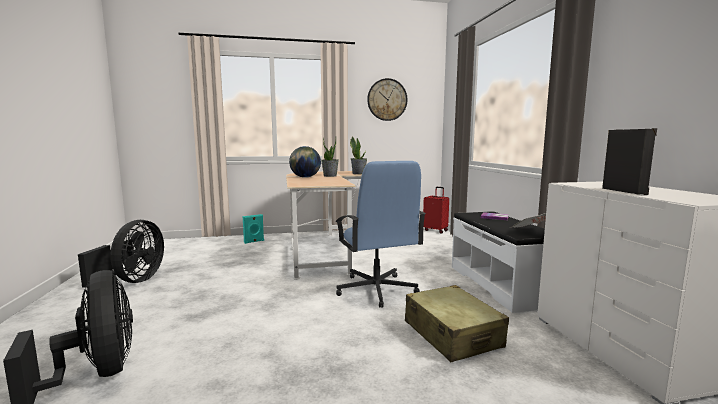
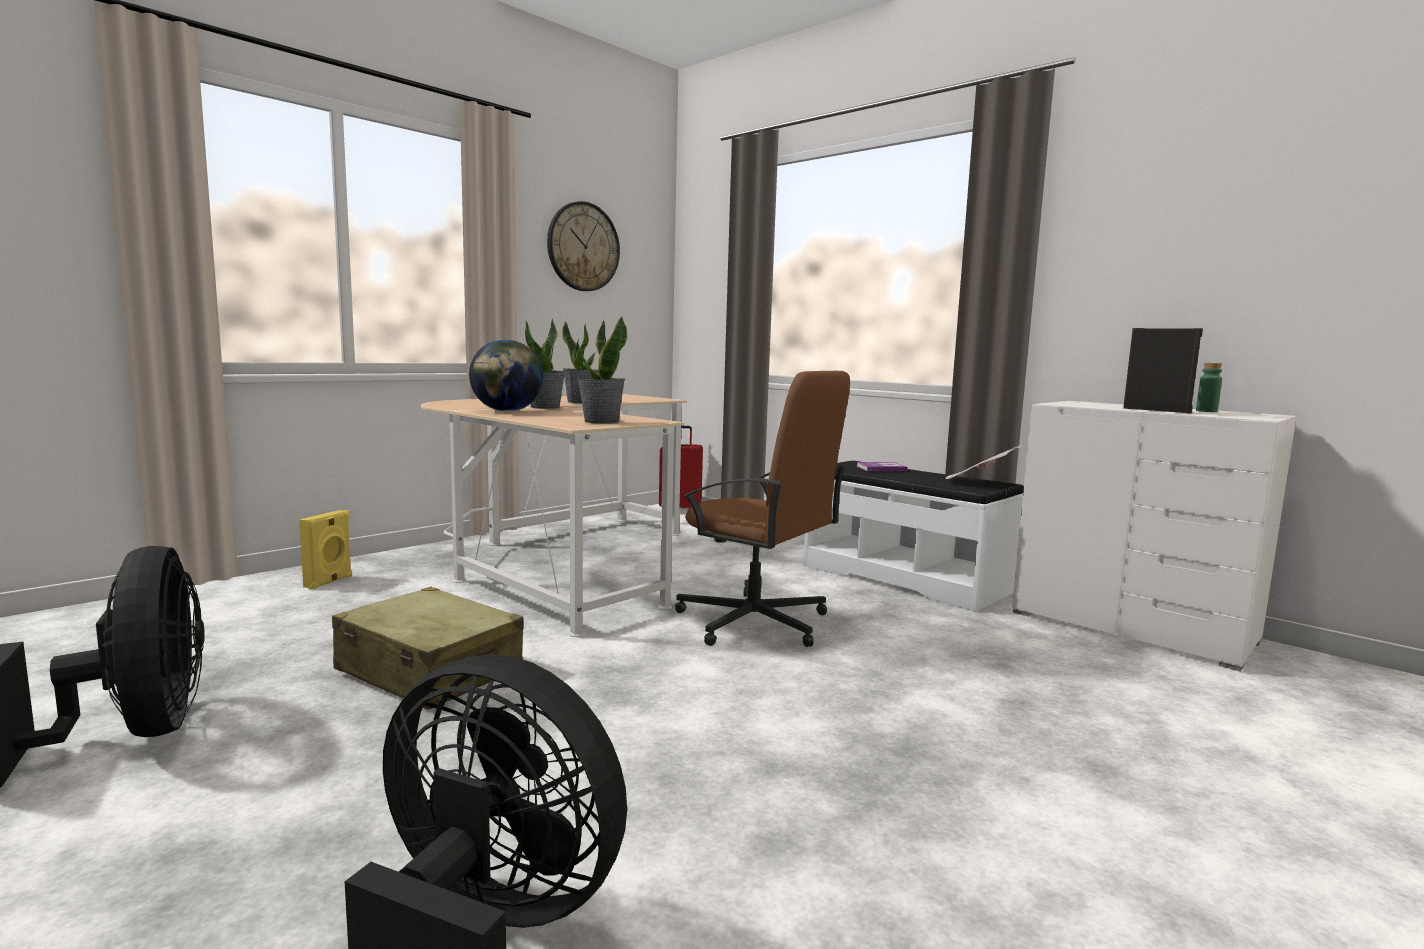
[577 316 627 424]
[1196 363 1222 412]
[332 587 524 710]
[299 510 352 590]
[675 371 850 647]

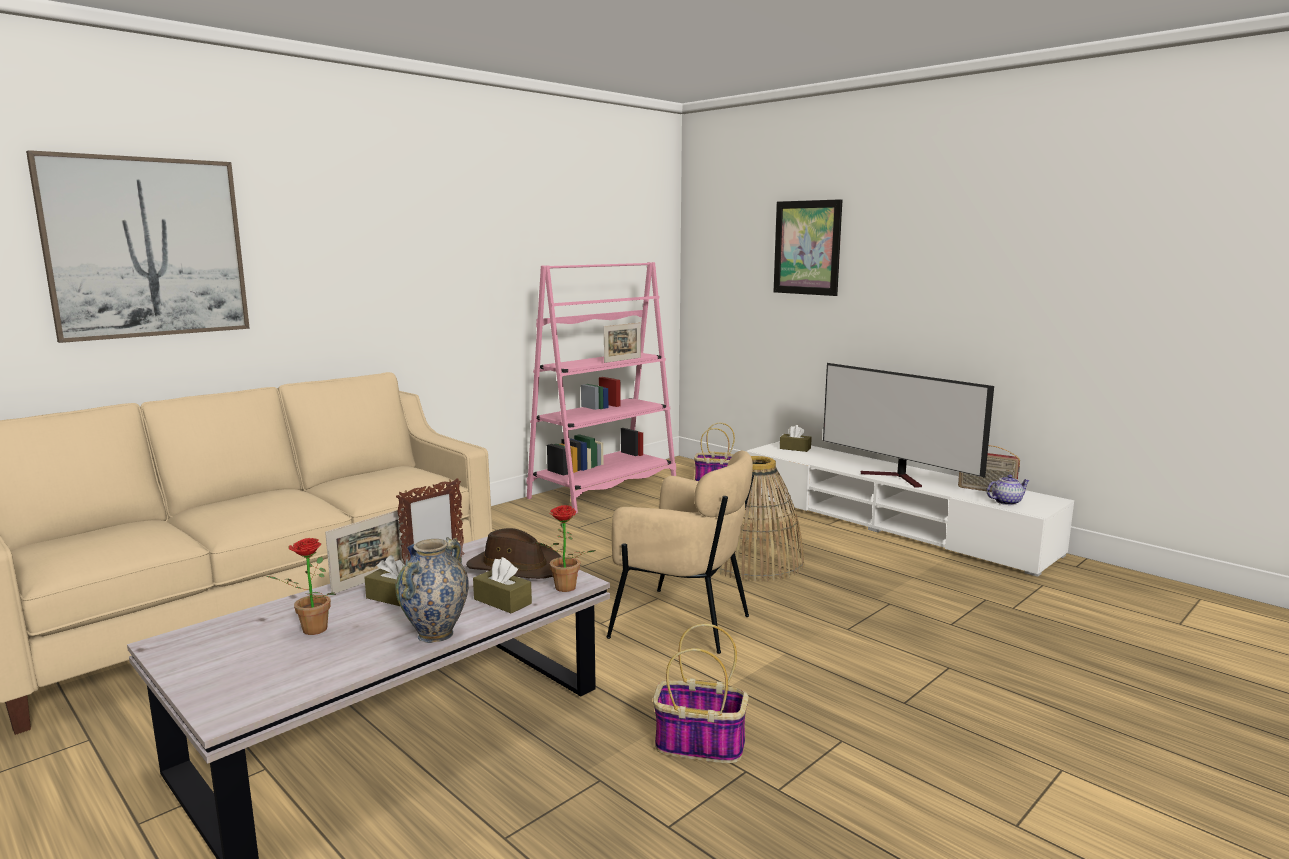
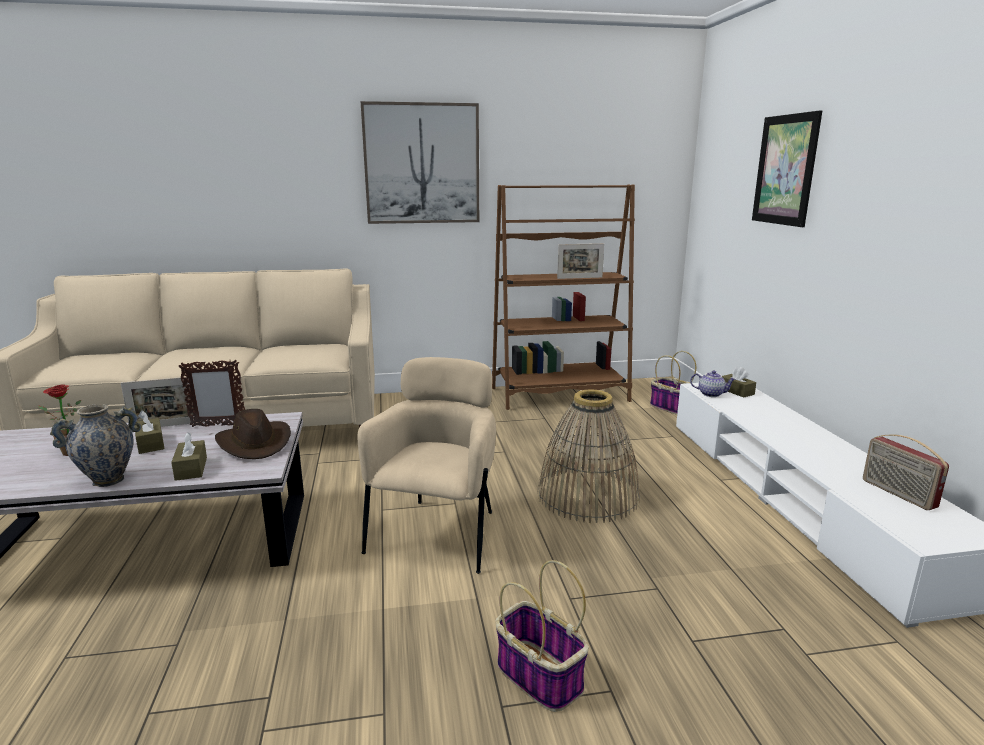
[536 505 596 592] (first image)
[823 363 994 488] (first image)
[361 101 479 224]
[495 560 589 712]
[690 370 736 397]
[492 185 635 410]
[358 357 496 574]

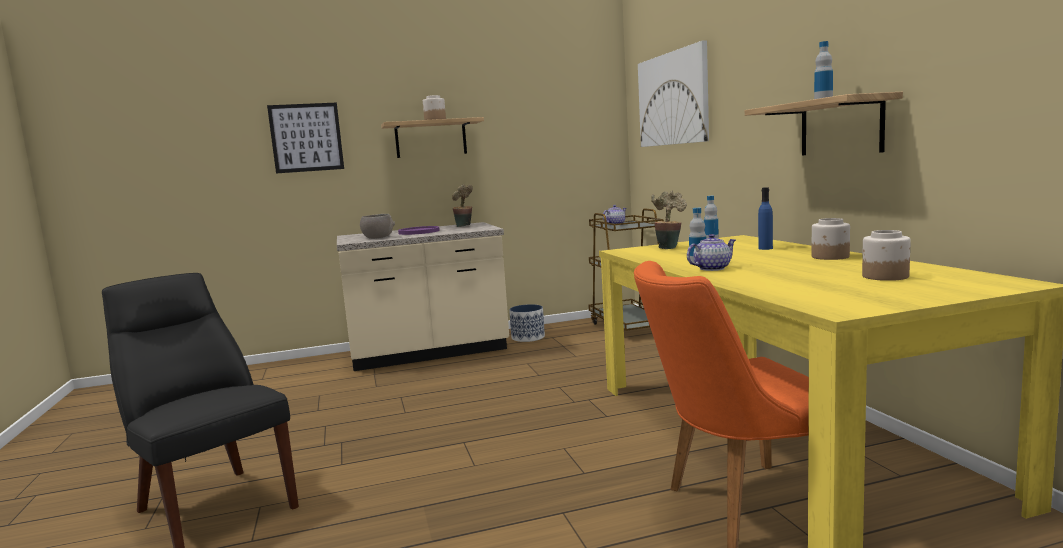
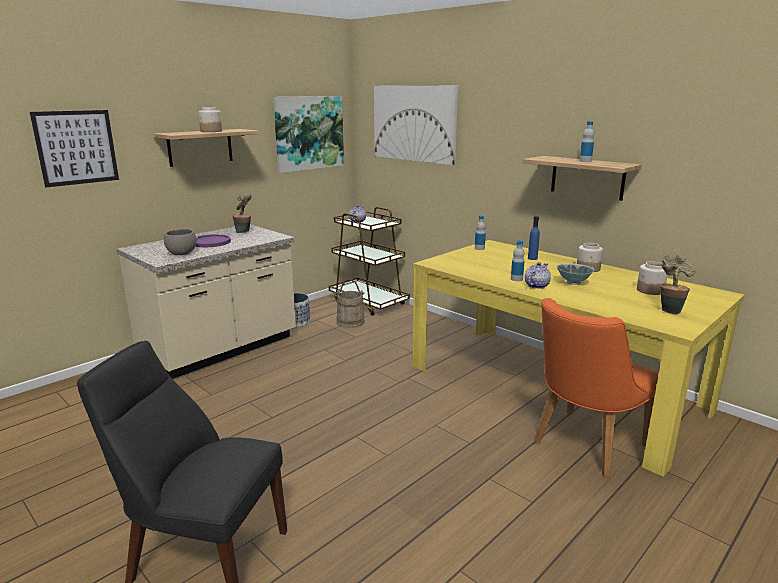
[273 96 344 173]
[335 279 365 328]
[556 264 594 285]
[660 255 695 314]

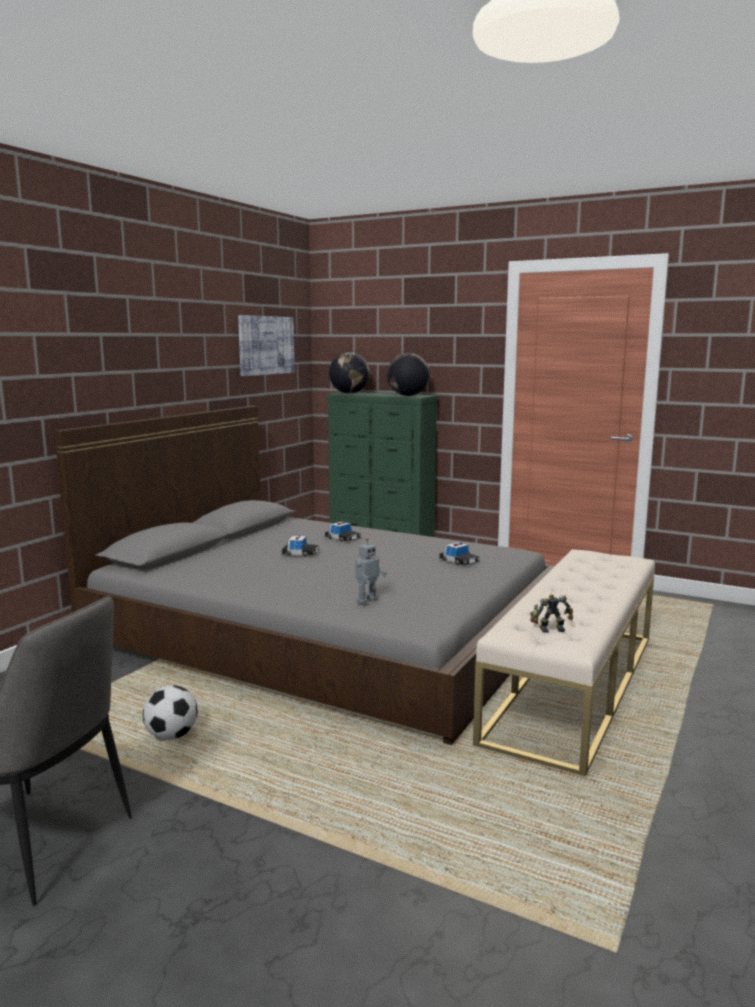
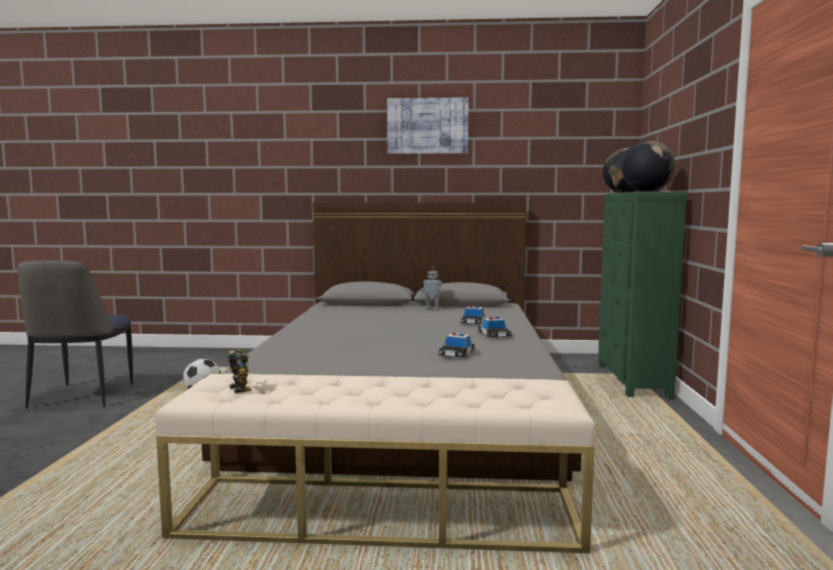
[387 97 469 154]
[477 317 512 338]
[421 266 442 310]

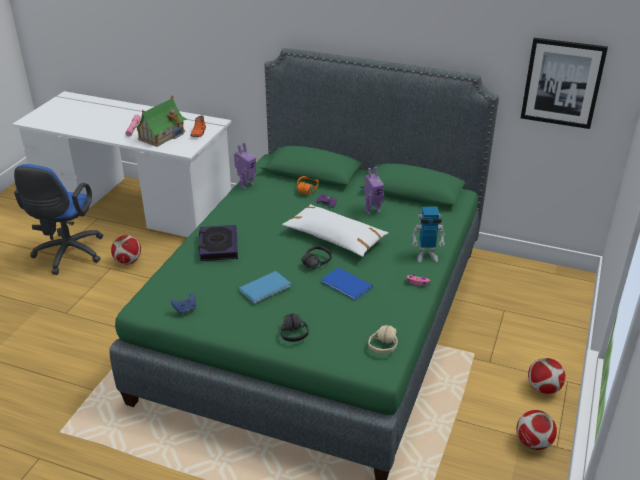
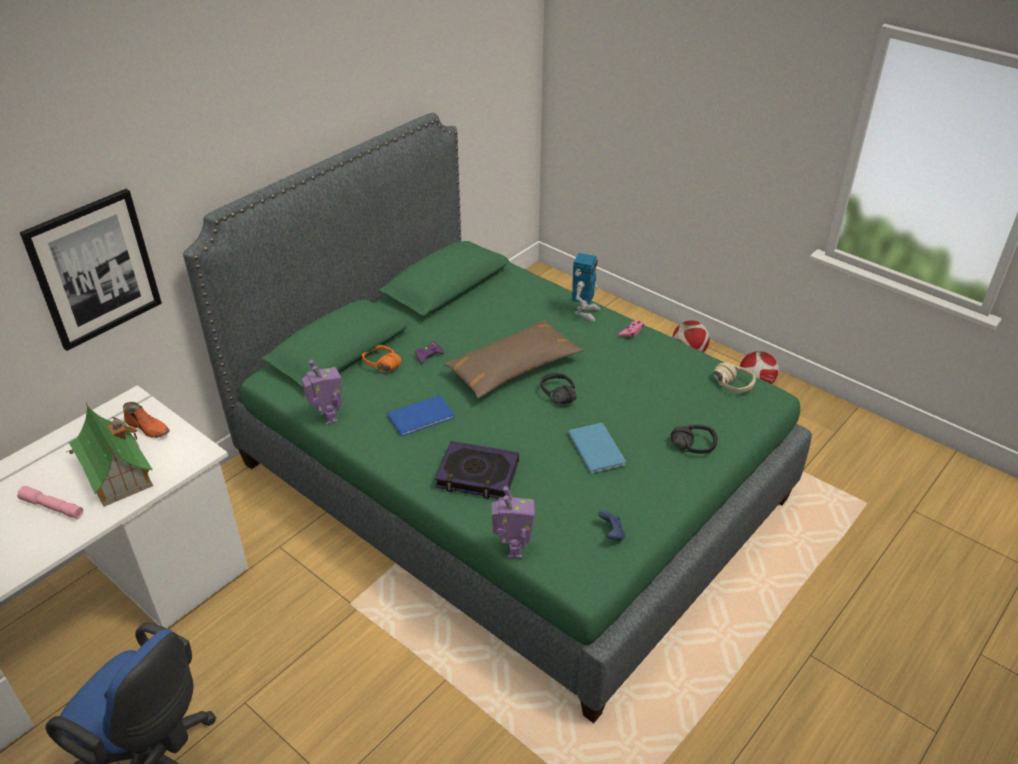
[111 235 141 264] (first image)
[387 395 455 436]
[492 486 535 558]
[20 189 162 351]
[444 319 584 399]

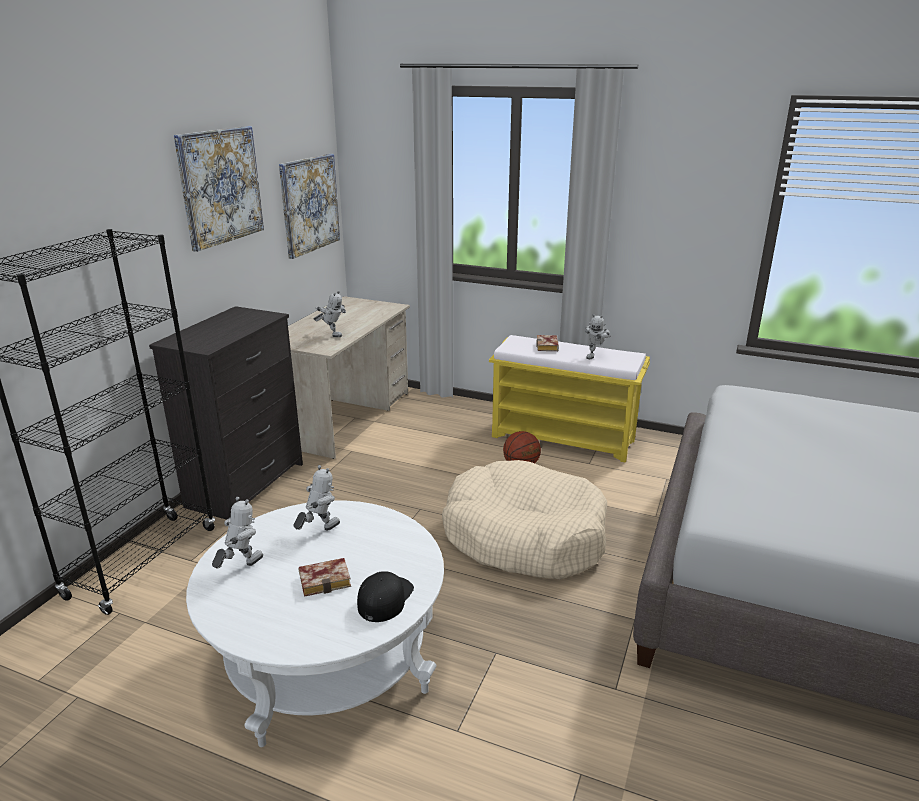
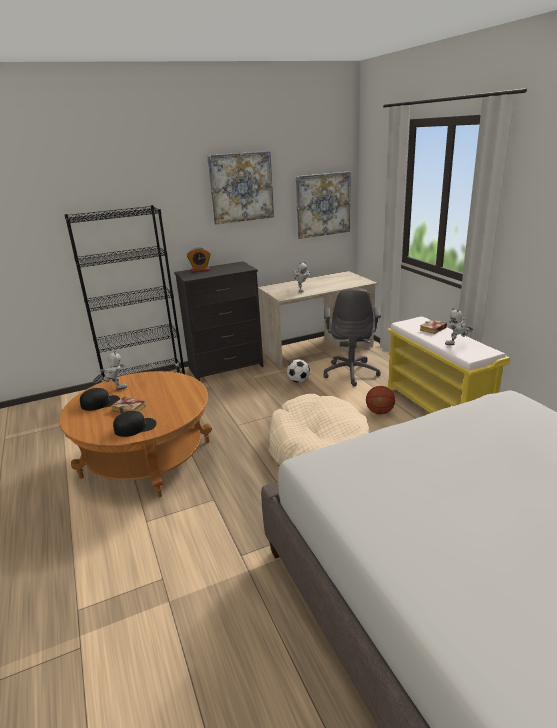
[294 465 340 530] (first image)
[80 388 120 411]
[187 247 211 272]
[287 359 310 383]
[324 289 381 386]
[59 371 212 497]

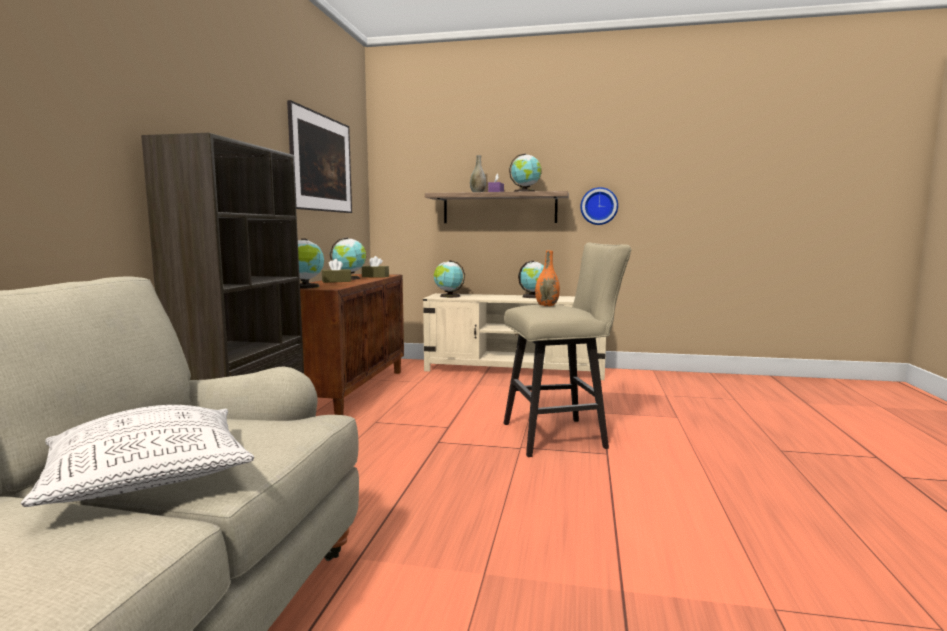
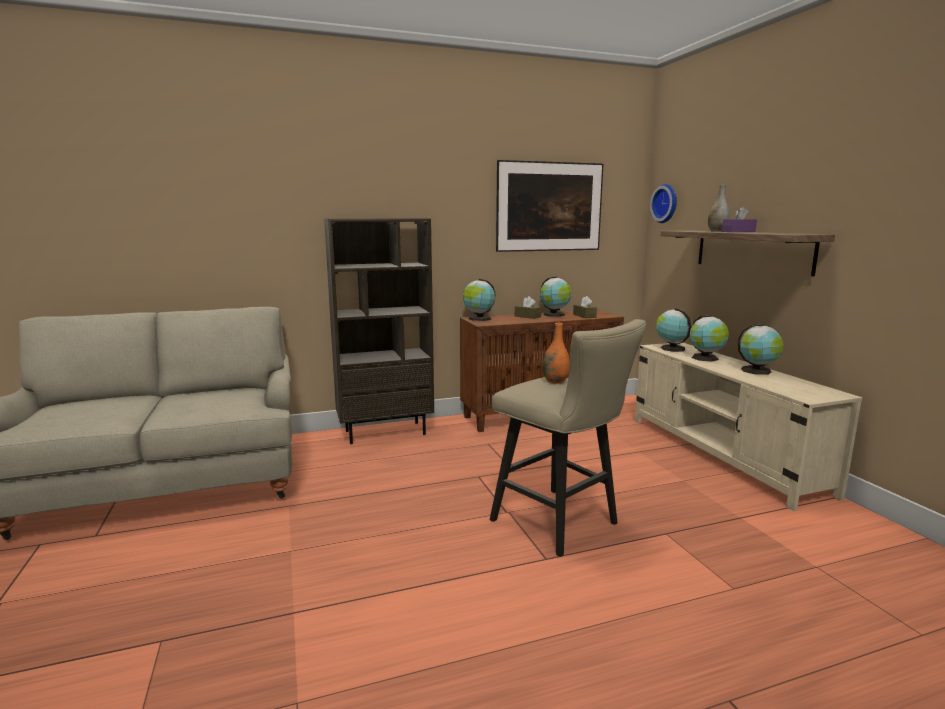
[21 405 254 507] (first image)
[690 315 729 362]
[650 184 677 223]

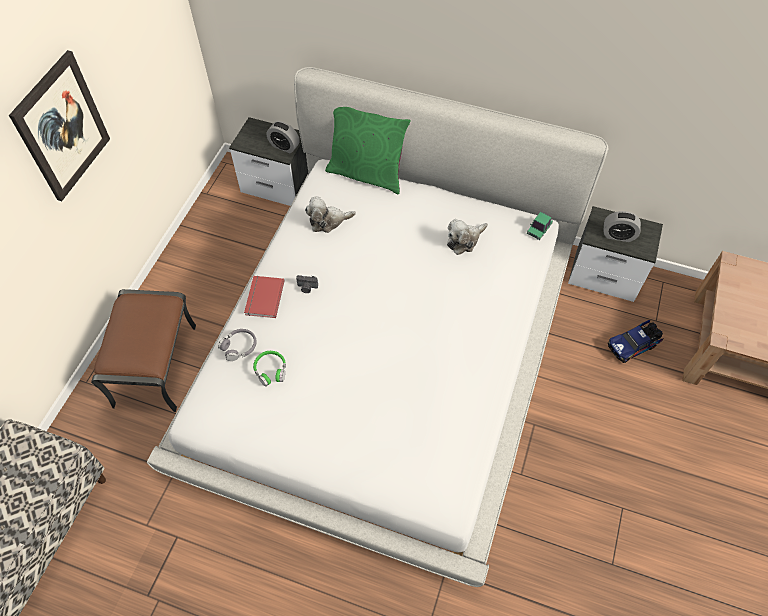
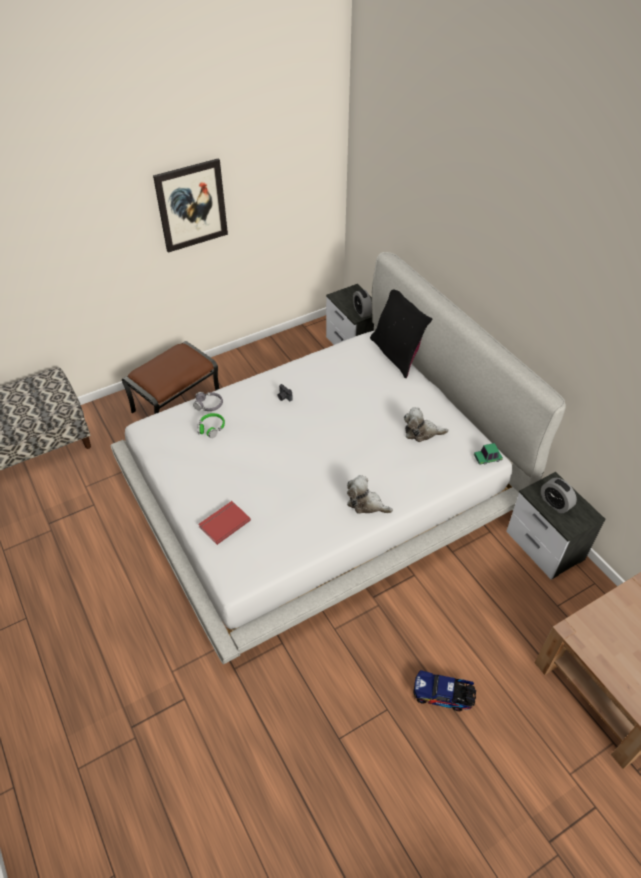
[198 501 251 545]
[347 475 393 514]
[413 670 476 711]
[370 289 432 378]

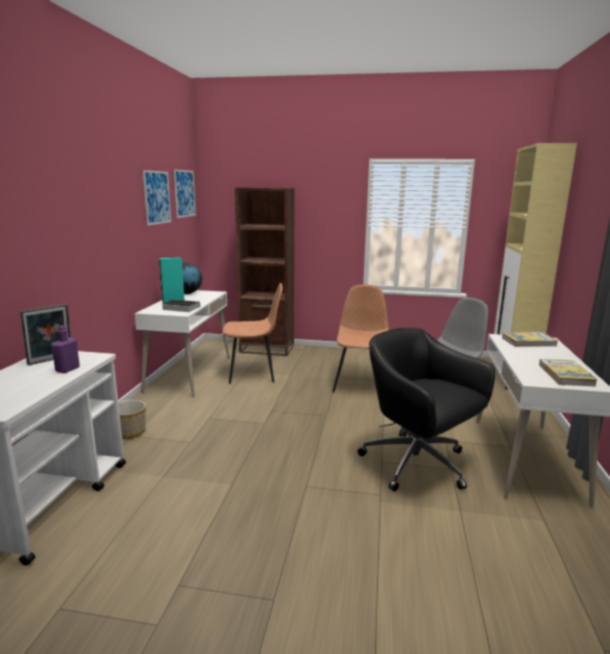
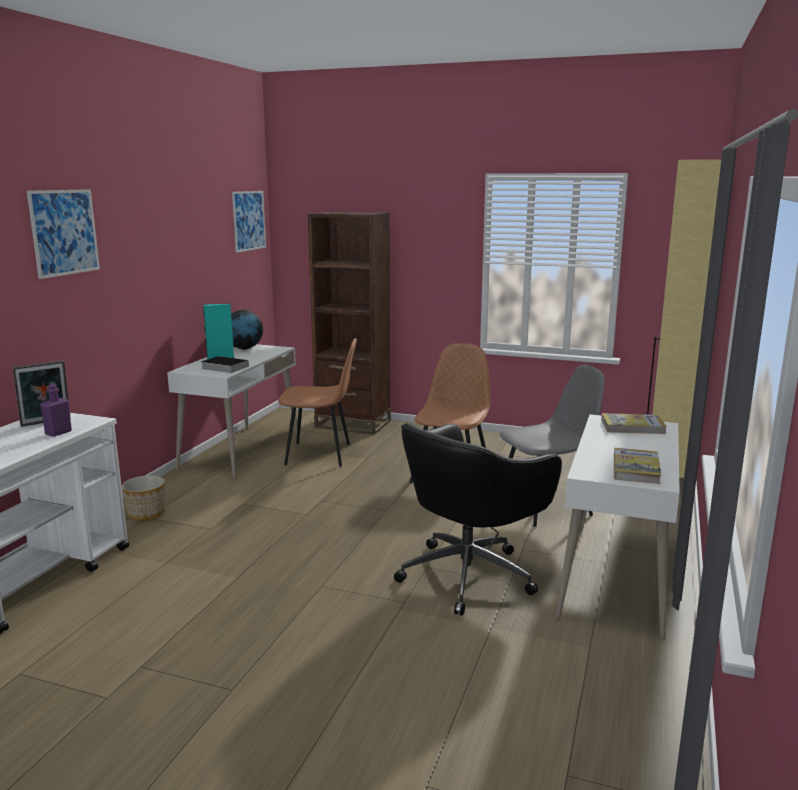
[27 189 100 279]
[394 423 562 616]

